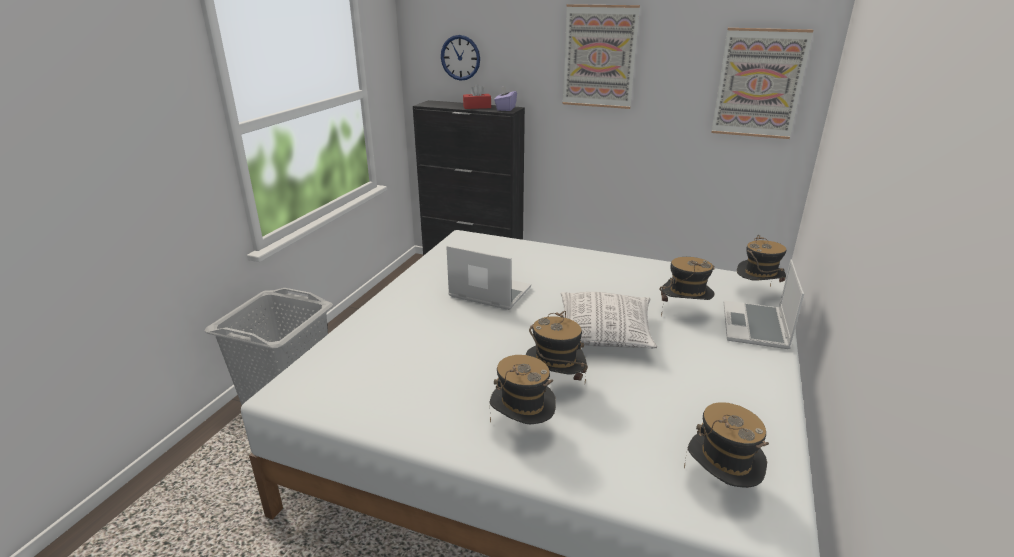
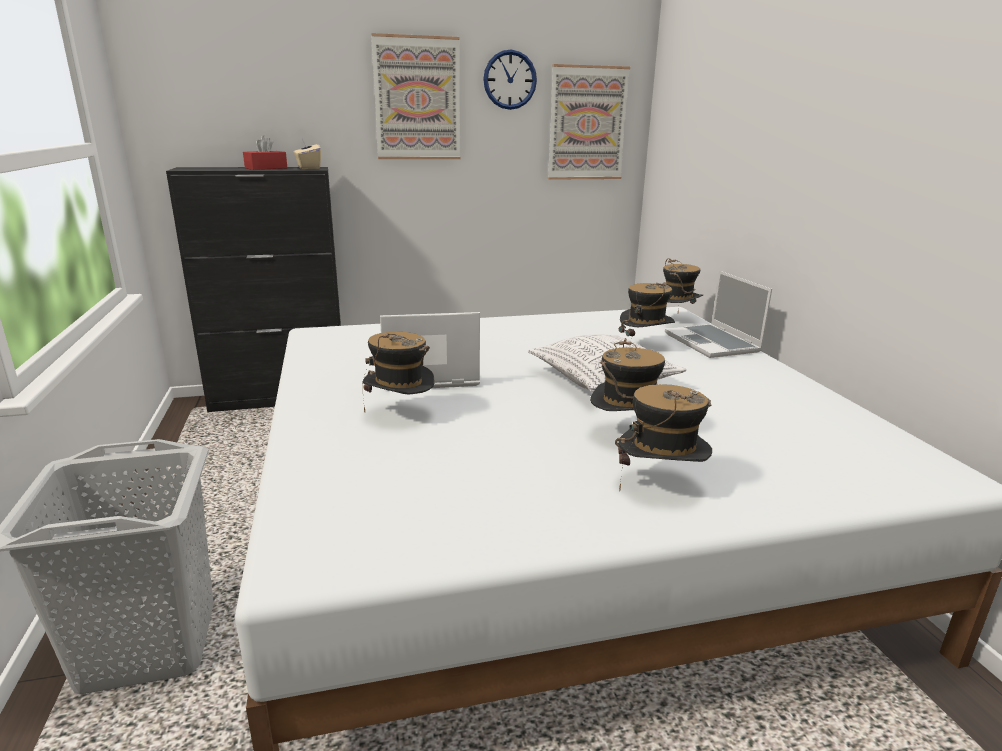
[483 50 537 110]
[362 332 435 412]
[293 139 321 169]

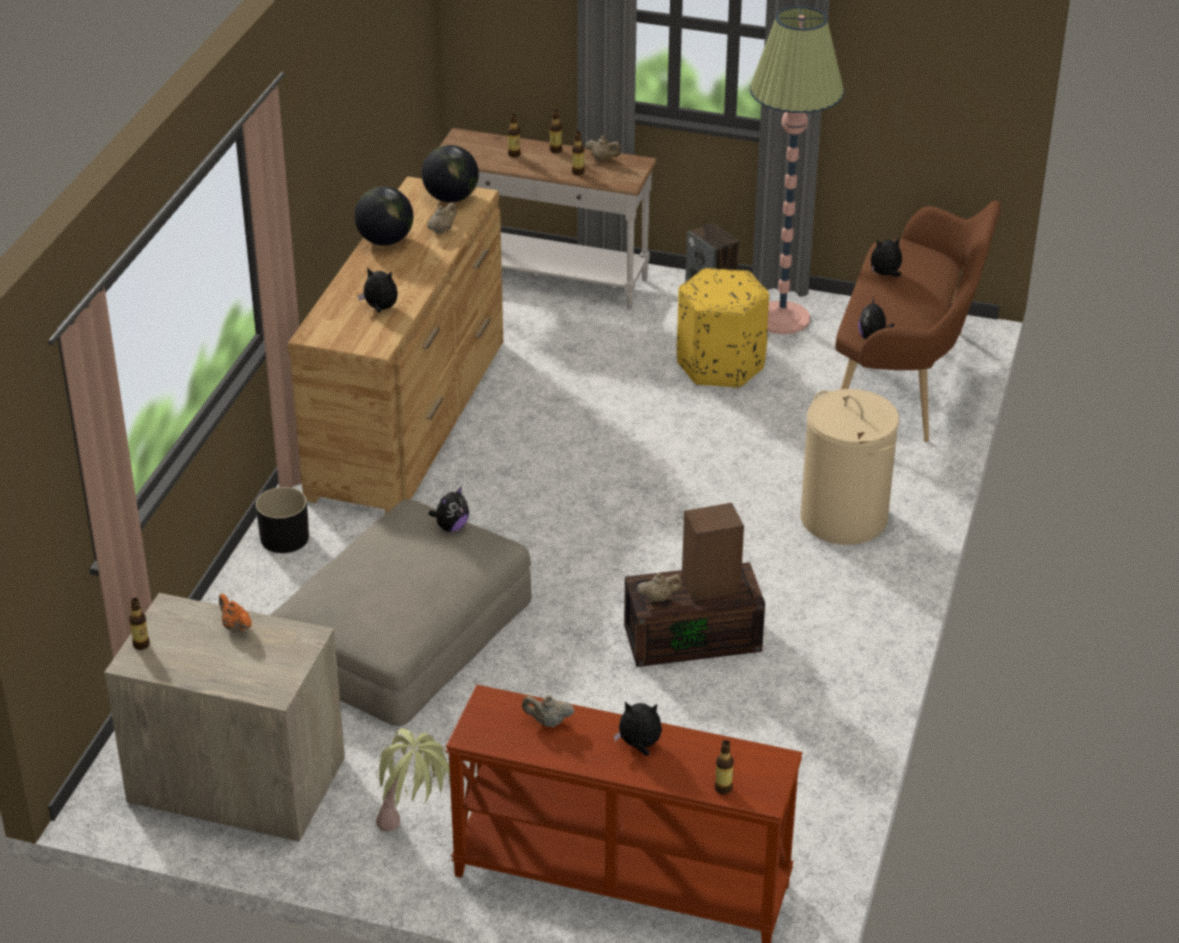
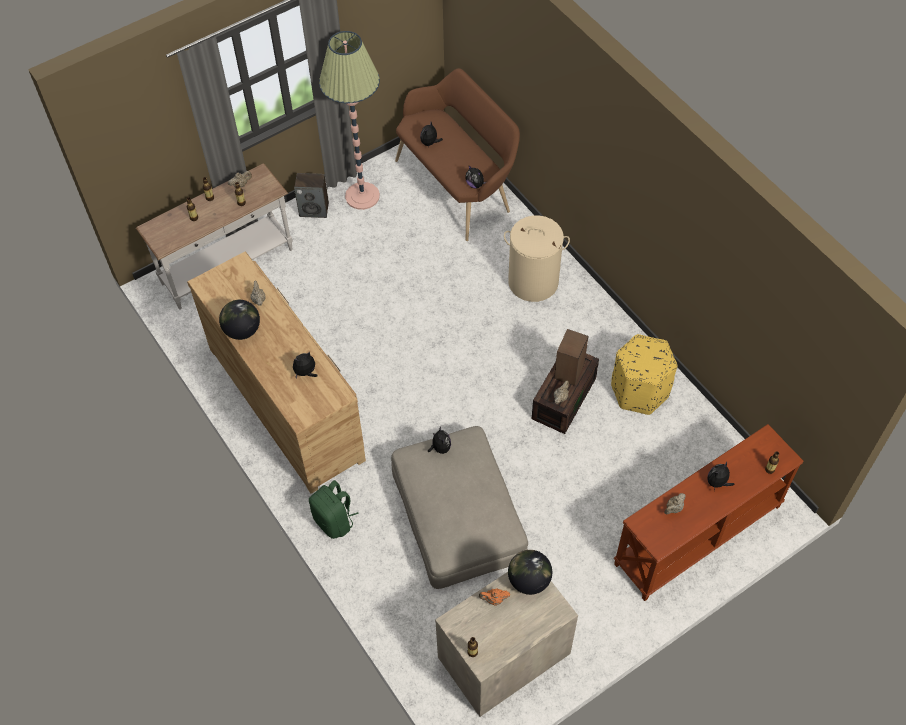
[376 728 451 831] (first image)
[508 550 552 595]
[611 334 677 415]
[309 480 359 539]

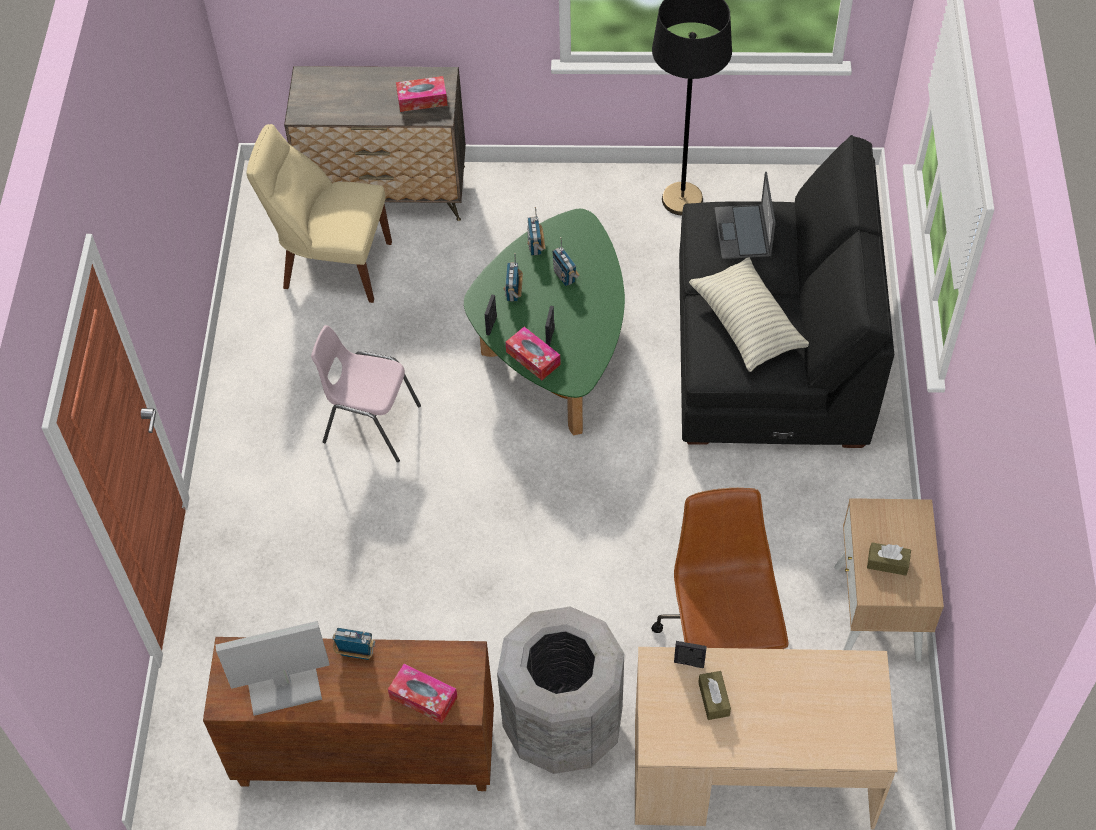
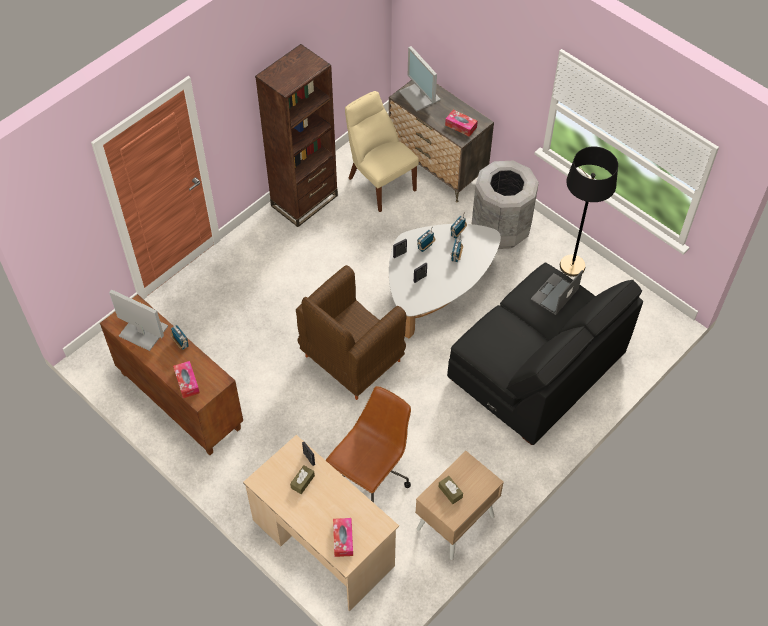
[311 325 421 462] (first image)
[689 257 809 372] (first image)
[255 44 338 227]
[296 265 407 400]
[399 46 441 112]
[472 161 539 249]
[333 518 353 557]
[389 224 501 338]

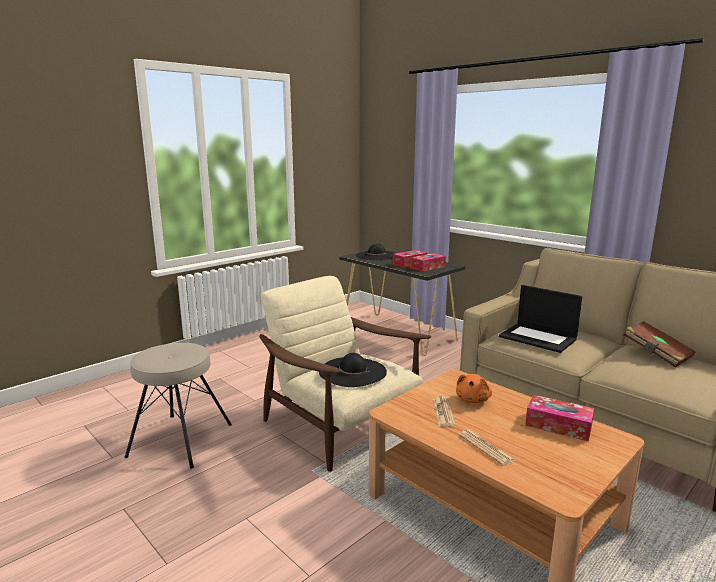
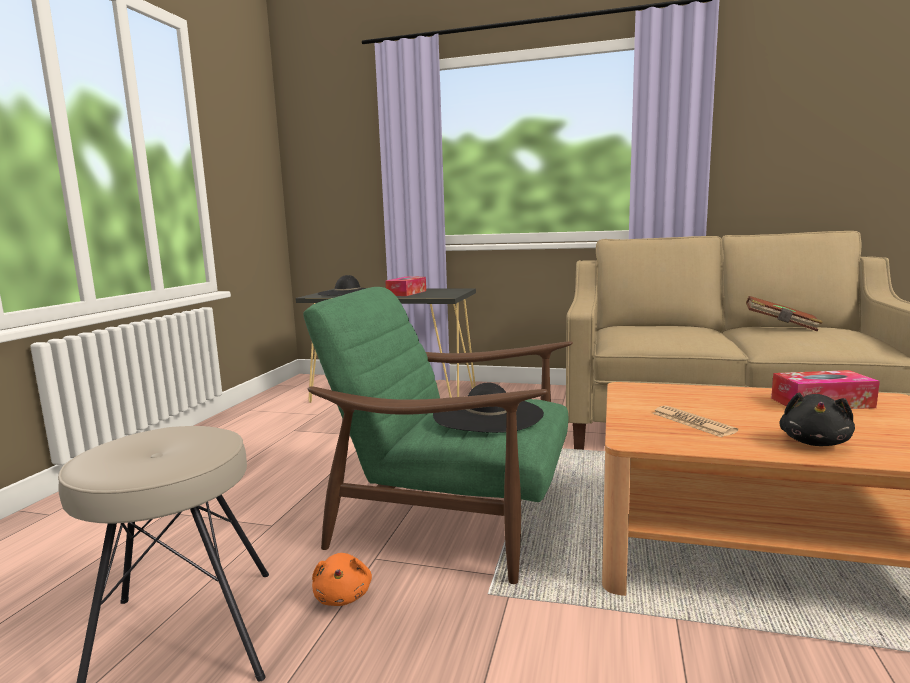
[411 253 446 272] (first image)
[499 285 582 353] (first image)
[312 553 372 606]
[779 393 855 446]
[303 287 573 584]

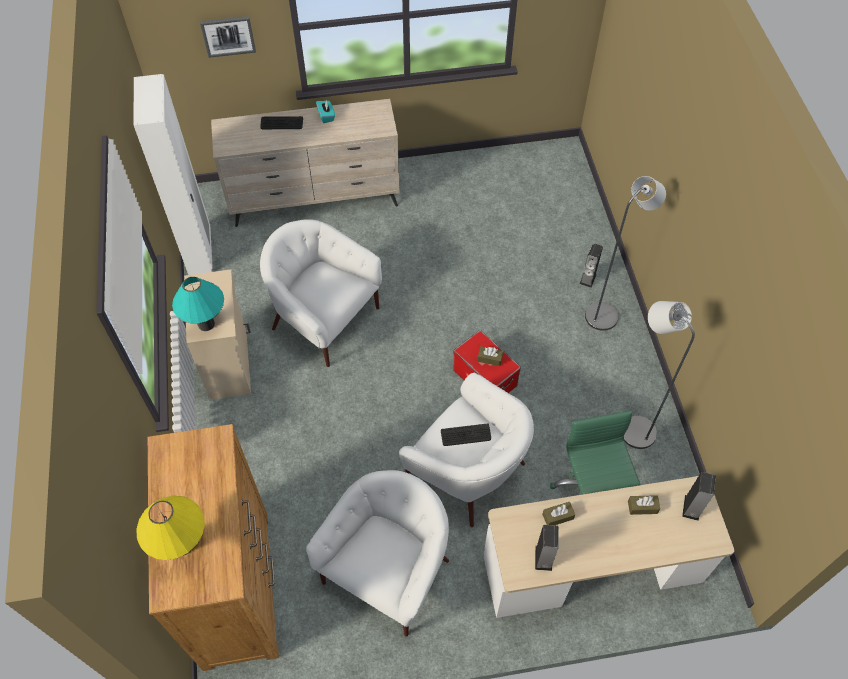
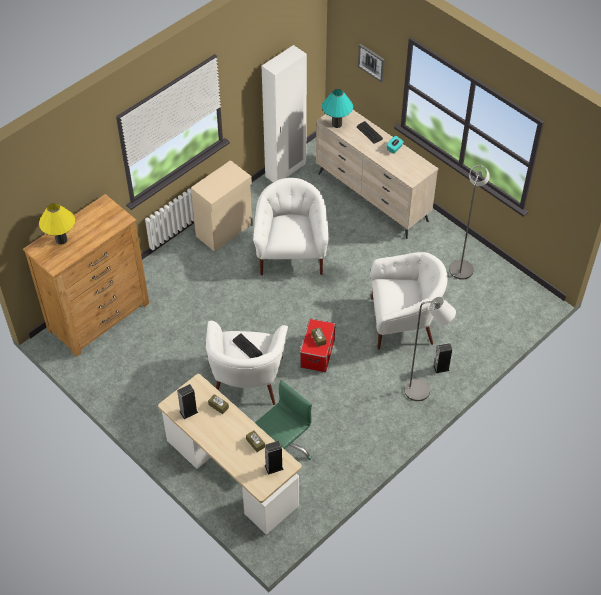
[322 89 353 128]
[370 252 447 349]
[449 165 490 280]

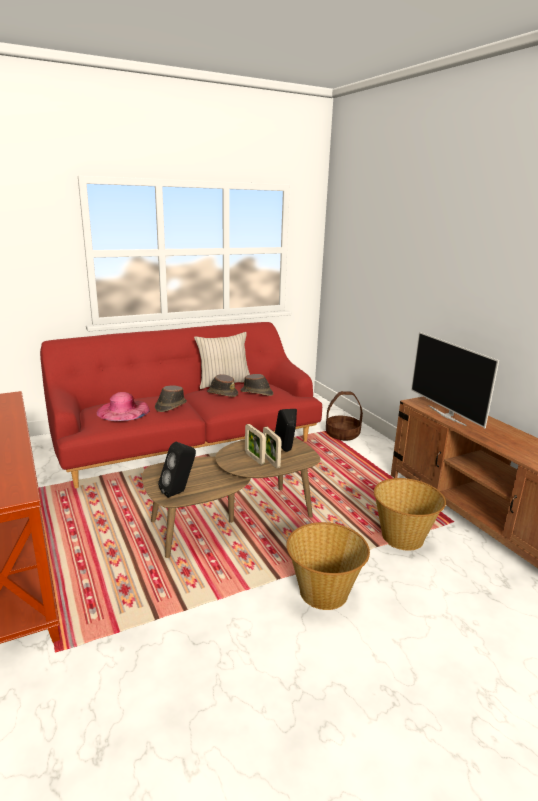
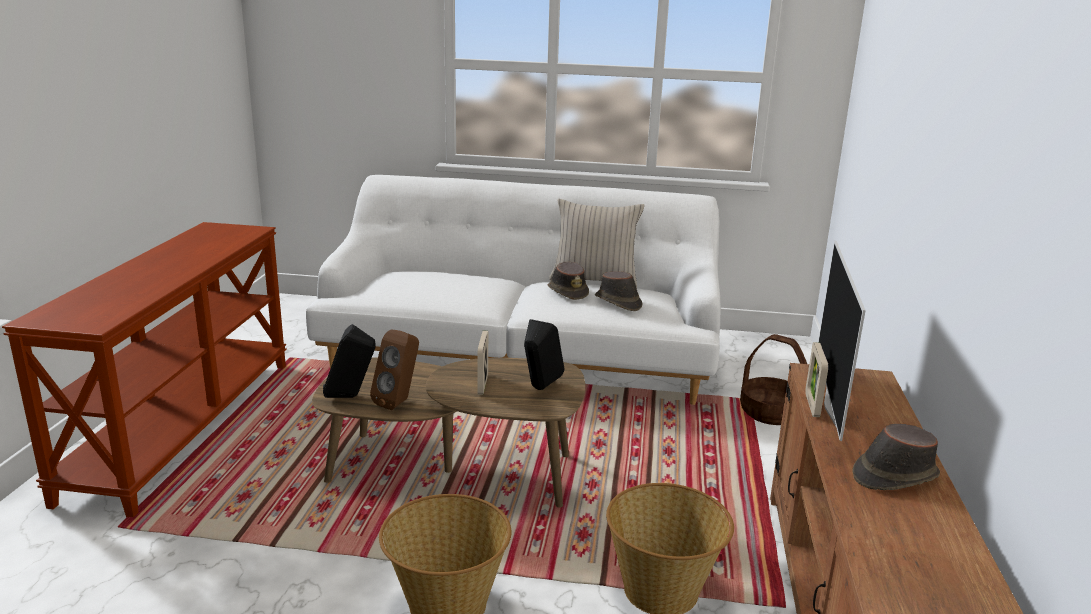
[96 392 150 421] (first image)
[370 329 419 410]
[852 424 940 490]
[805 342 828 417]
[306 175 721 405]

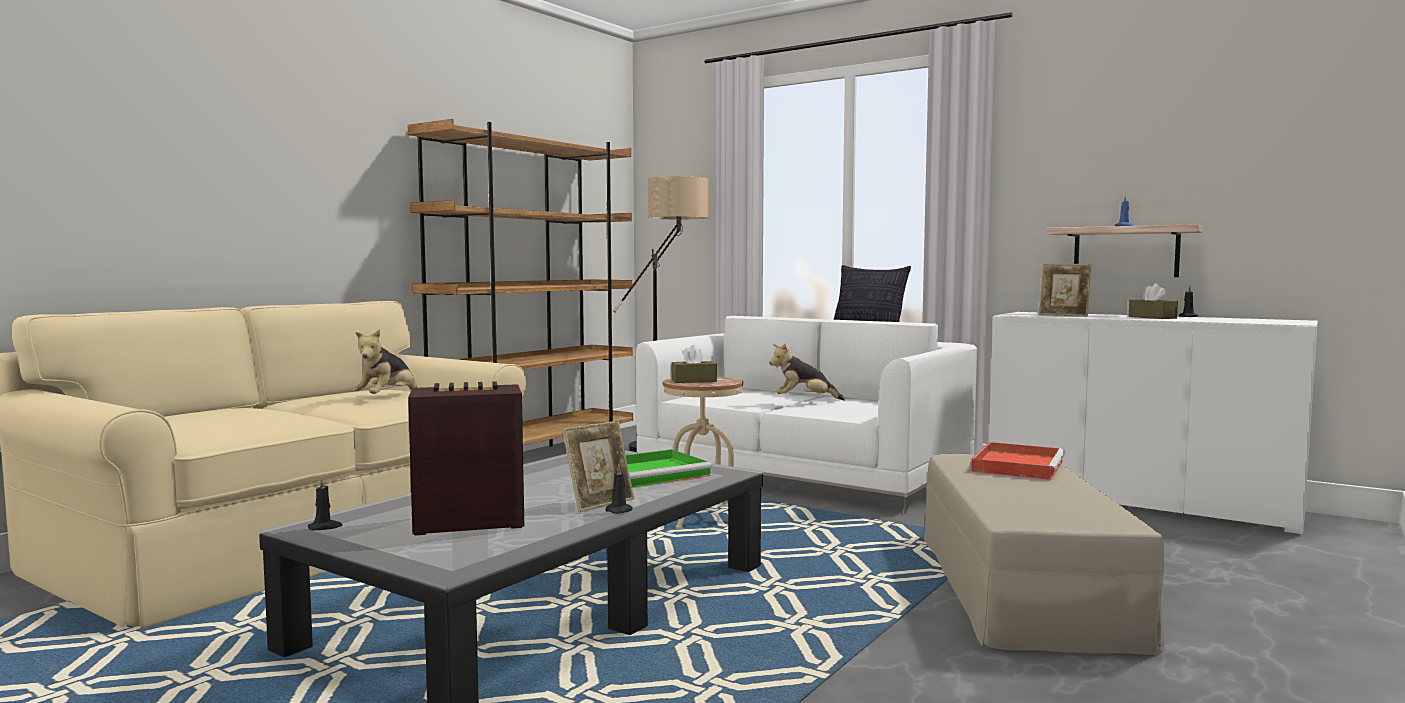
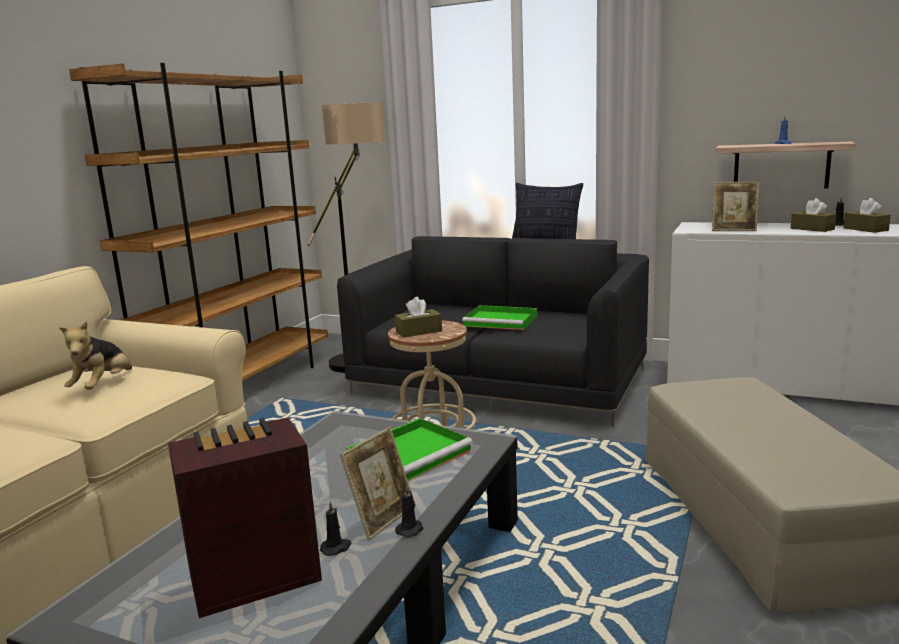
[971 442 1066 480] (first image)
[843 198 891 233]
[320 501 352 556]
[462 305 537 330]
[337 236 649 427]

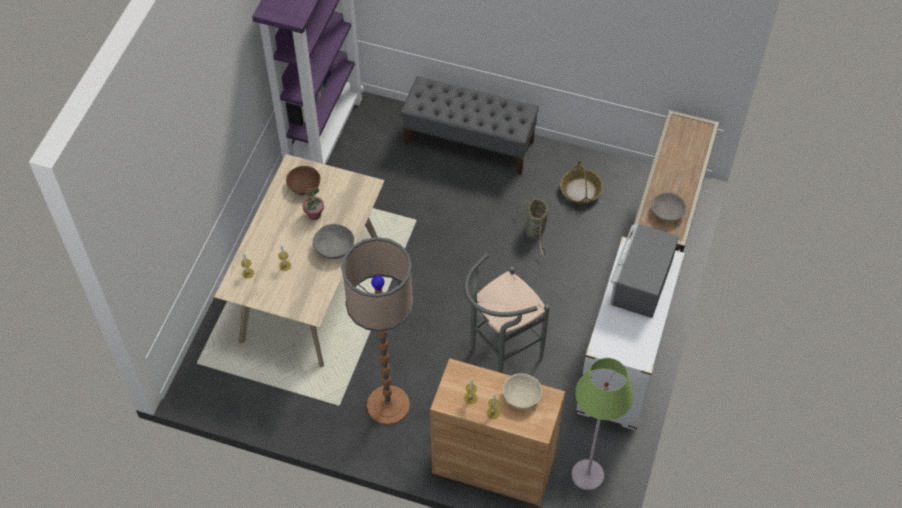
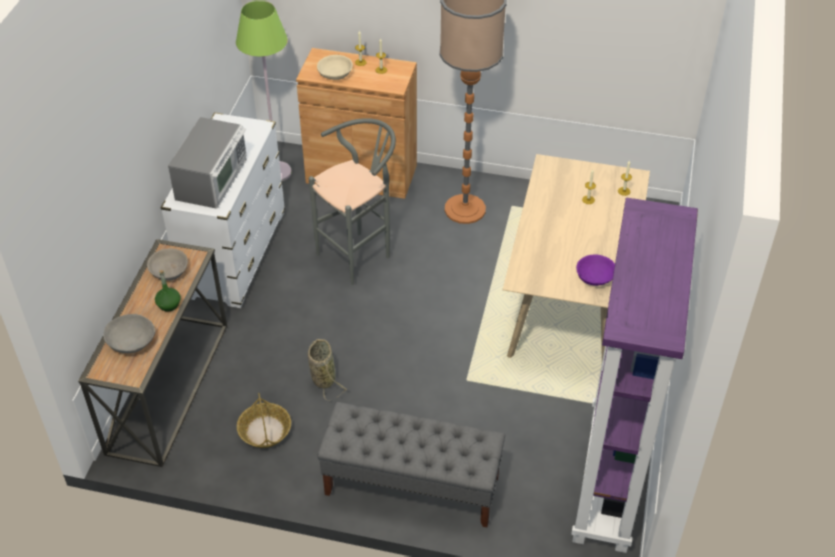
[302 187 324 220] (first image)
[155 270 181 312]
[103 314 155 353]
[576 254 615 286]

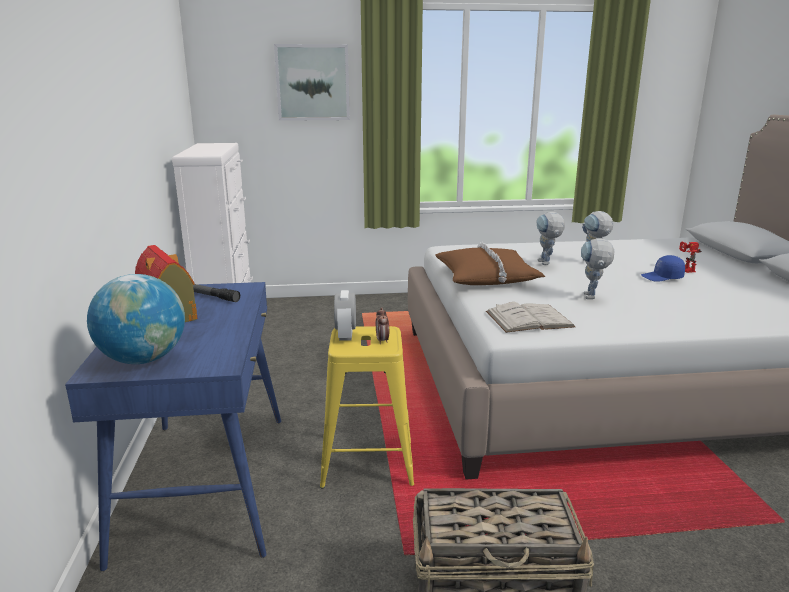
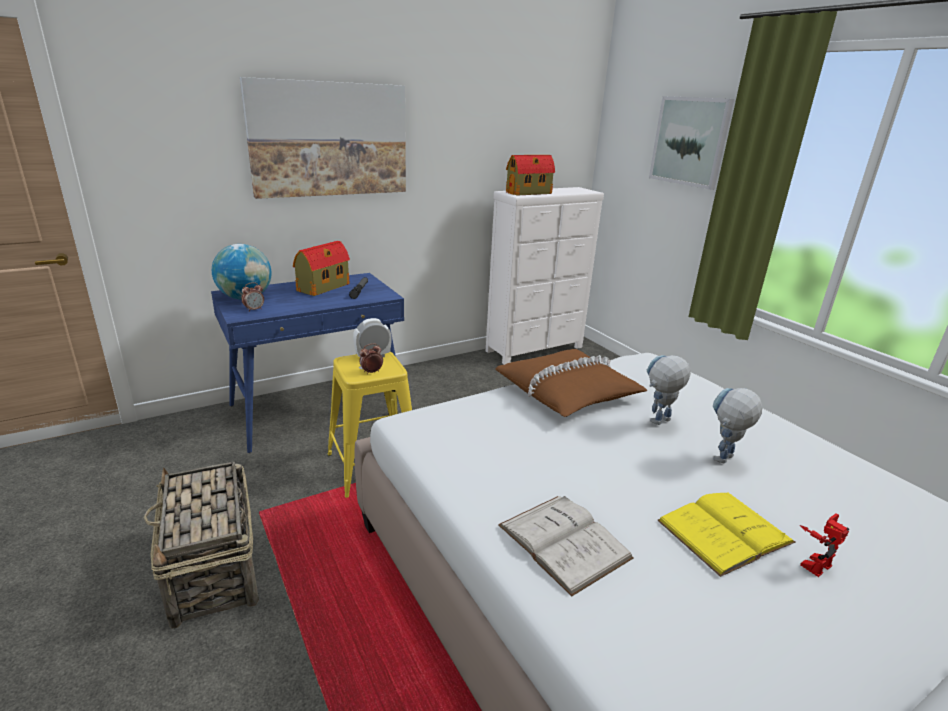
[581 238 614 299] (first image)
[240 77 406 199]
[241 282 264 312]
[506 155 555 196]
[498 496 634 596]
[657 492 796 577]

